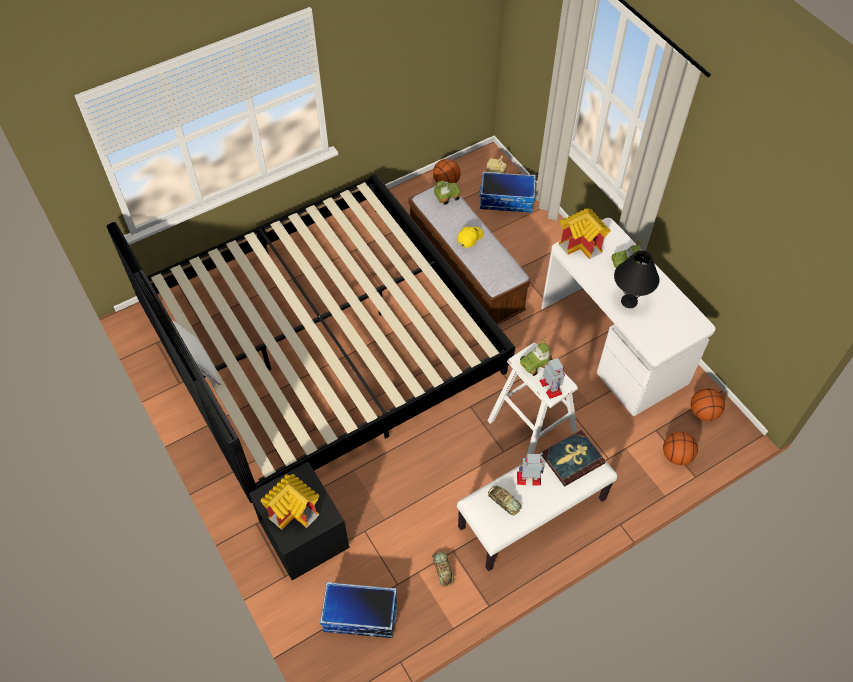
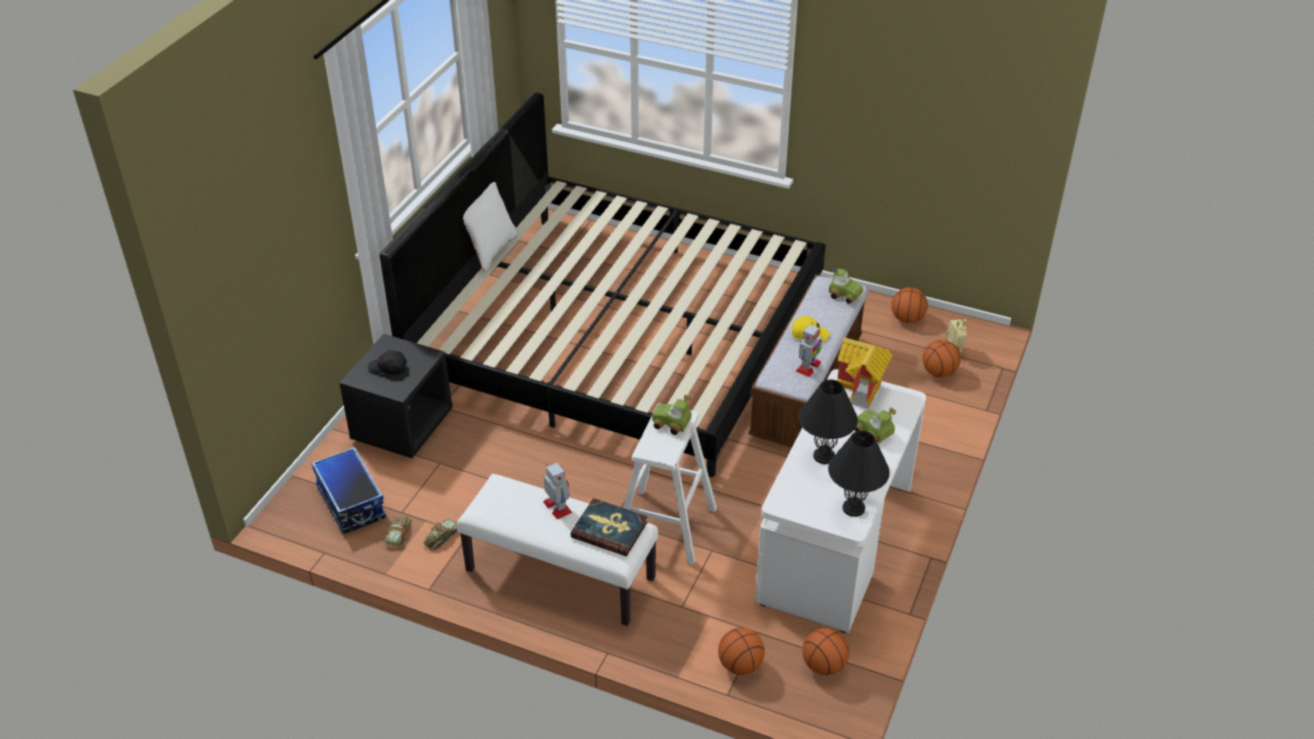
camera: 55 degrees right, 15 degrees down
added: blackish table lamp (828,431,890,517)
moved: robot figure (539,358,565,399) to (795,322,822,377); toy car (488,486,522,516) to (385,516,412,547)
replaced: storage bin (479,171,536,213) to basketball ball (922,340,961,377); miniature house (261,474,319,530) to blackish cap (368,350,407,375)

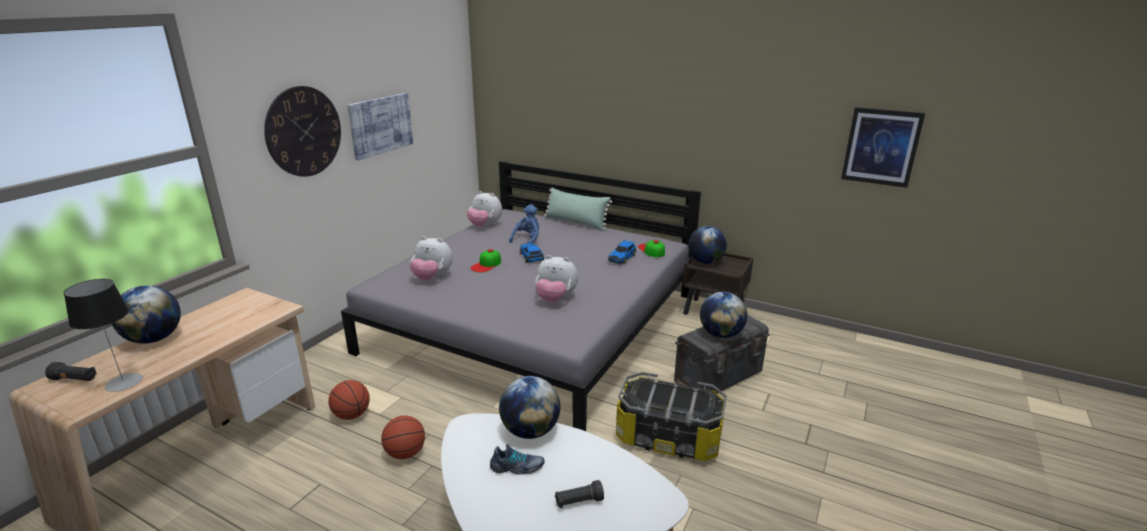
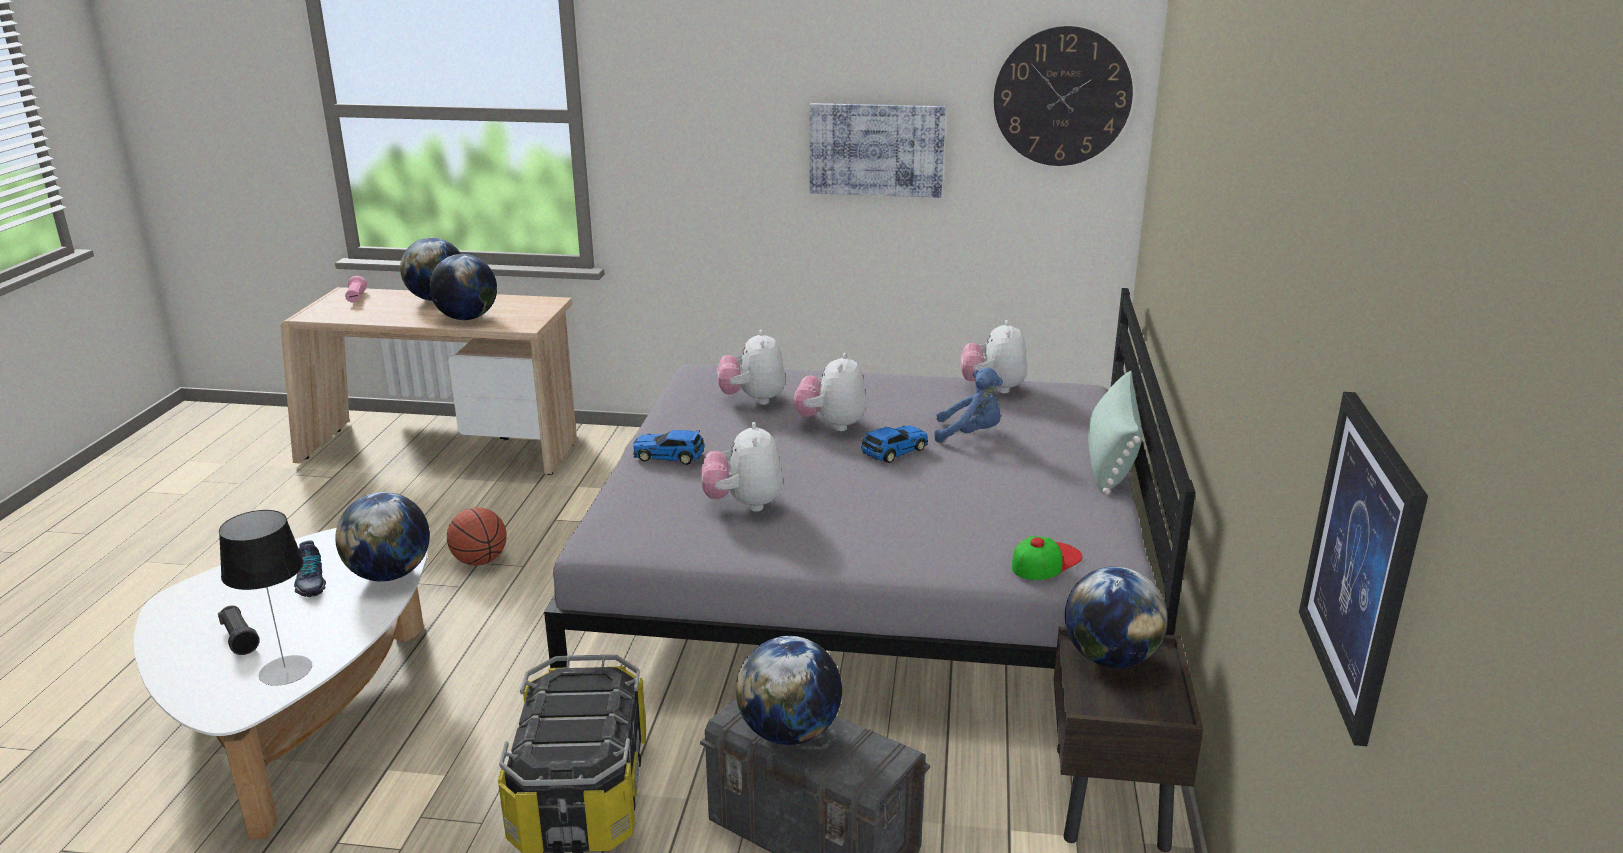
camera: 70 degrees right, 0 degrees up
removed: basketball ball (328,380,370,420)
added: world globe (429,254,497,320)
moved: hanging clock (264,86,341,177) to (994,26,1133,166); toy car (608,240,636,264) to (633,430,705,465); table lamp (64,279,143,392) to (219,510,312,686)
replaced: cap (471,249,501,272) to plush toy (794,353,866,431)
recoloured: blackish flashlight (45,362,97,381) to pink-coloured flashlight (345,276,367,302)

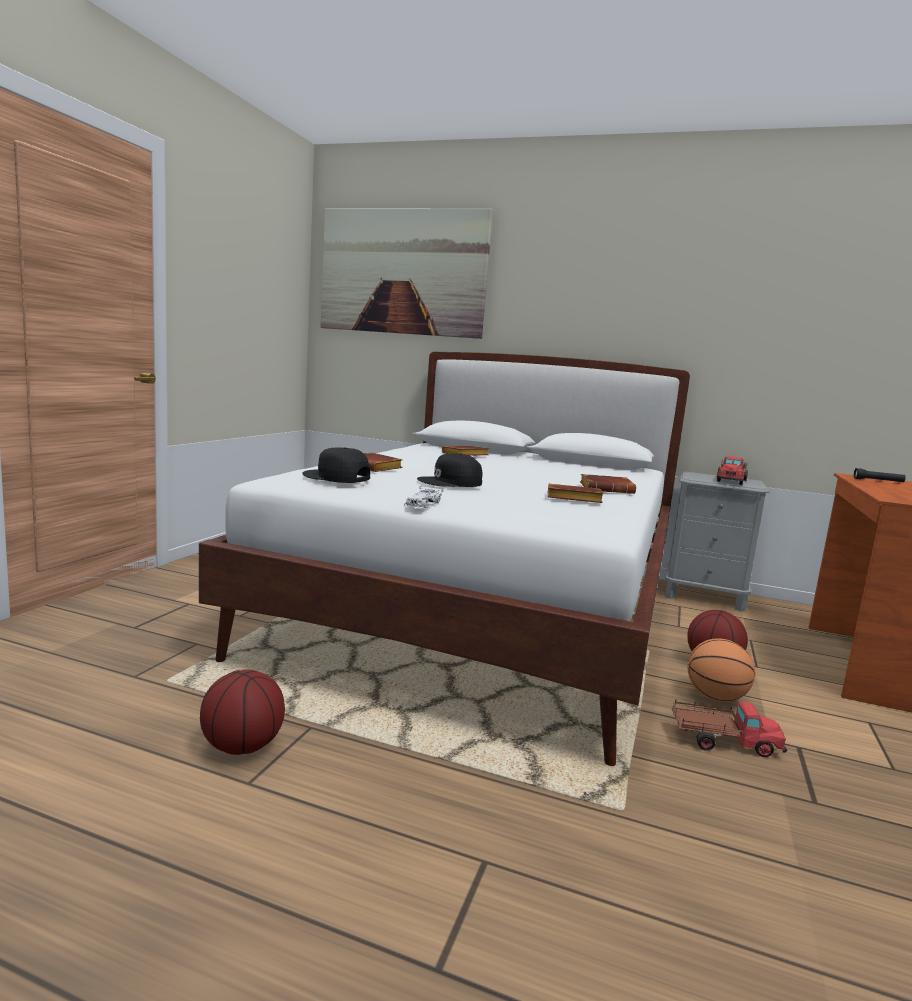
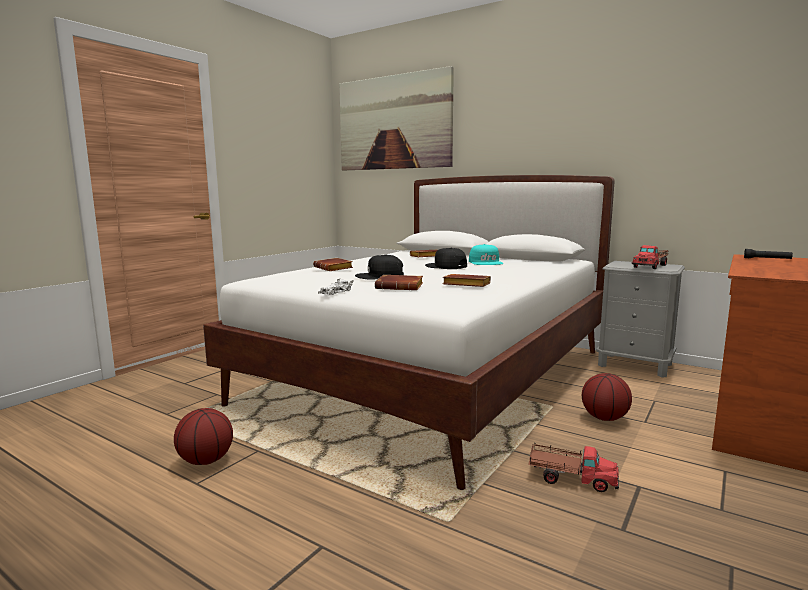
camera: 15 degrees right, 0 degrees up
removed: basketball ball (687,638,755,702)
added: turquoise-coloured cap (469,244,503,265)
moved: blackish cap (302,447,370,483) to (425,248,467,269); brownish volume (580,474,636,494) to (375,275,423,290)

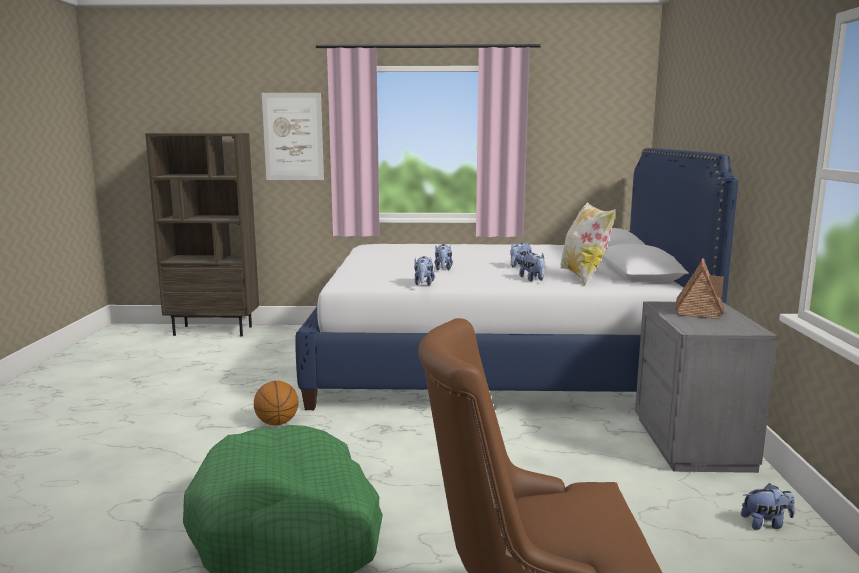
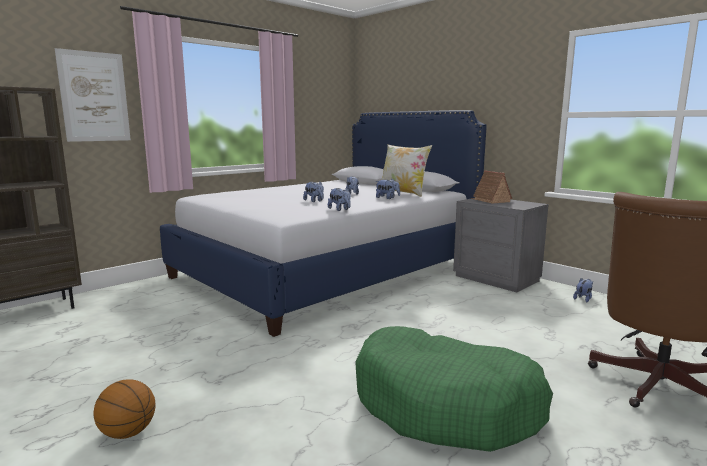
camera: 45 degrees left, 0 degrees up
moved: basketball ball (254,381,299,426) to (93,379,156,439)

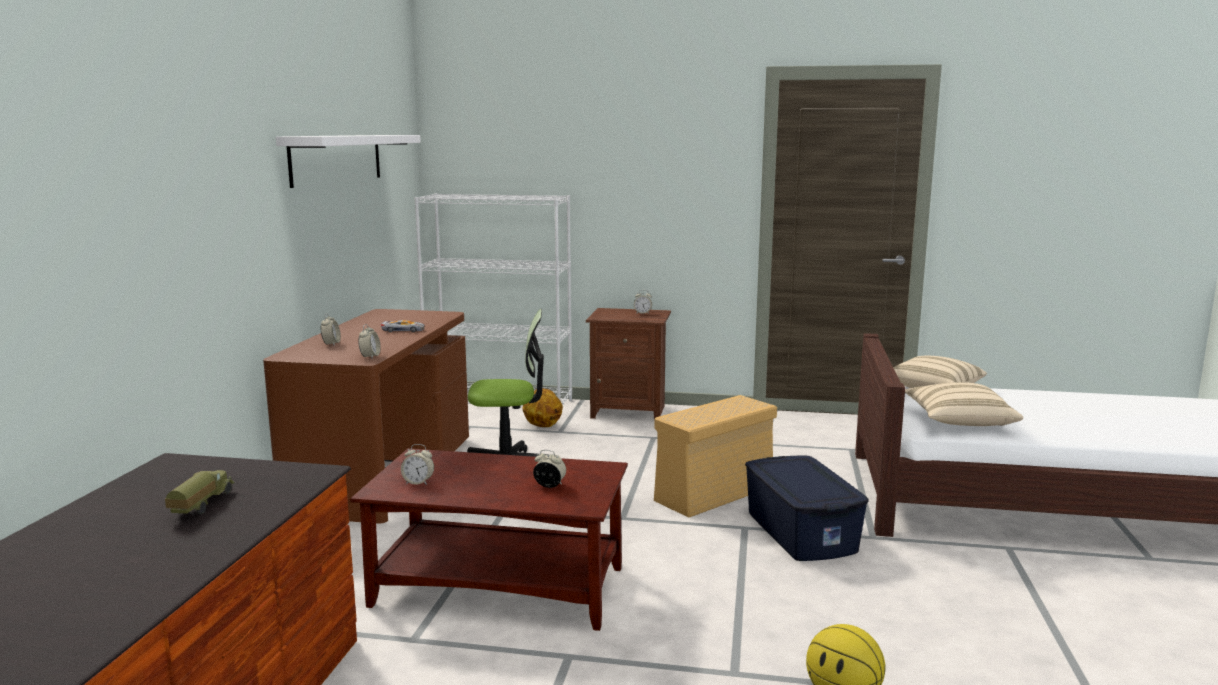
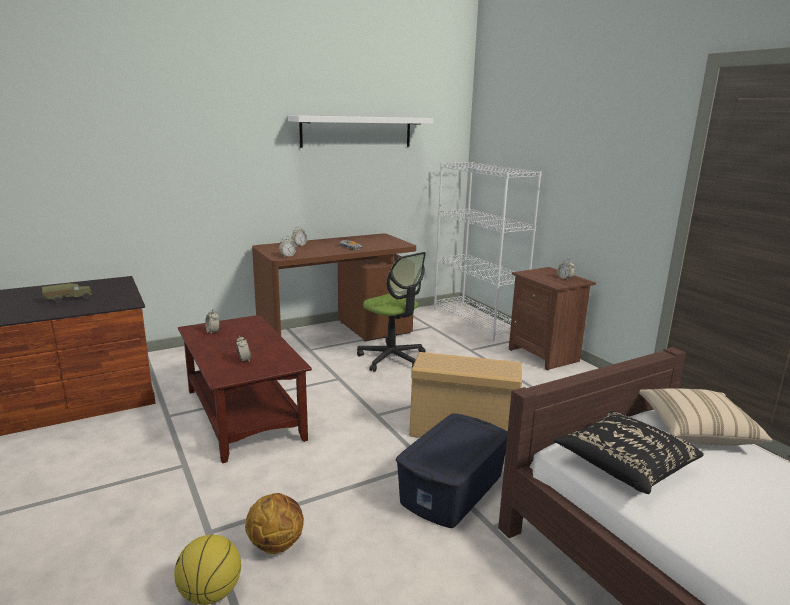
camera: 50 degrees right, 5 degrees up
moved: basketball ball (522,388,563,427) to (245,493,304,554)
recoloured: beige pillow (905,382,1023,426) to blackish pillow (554,411,704,494)

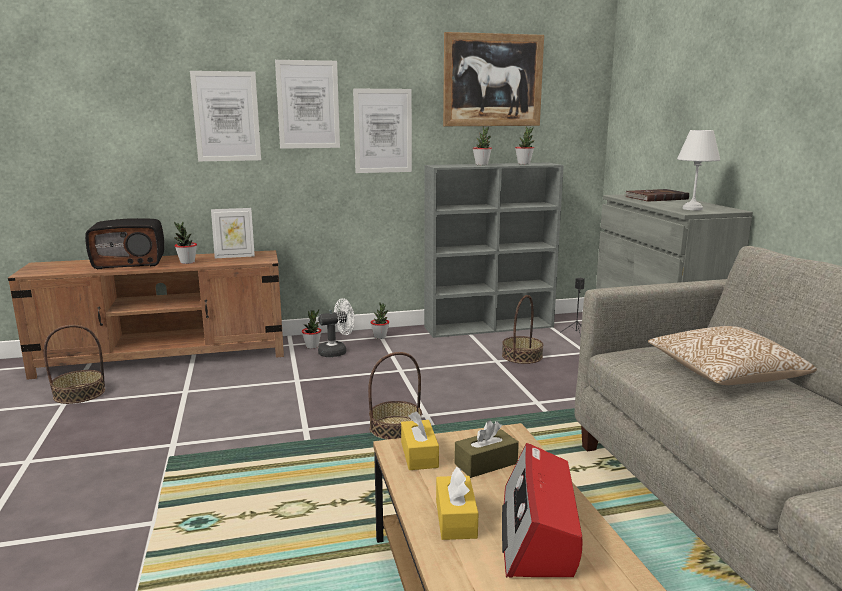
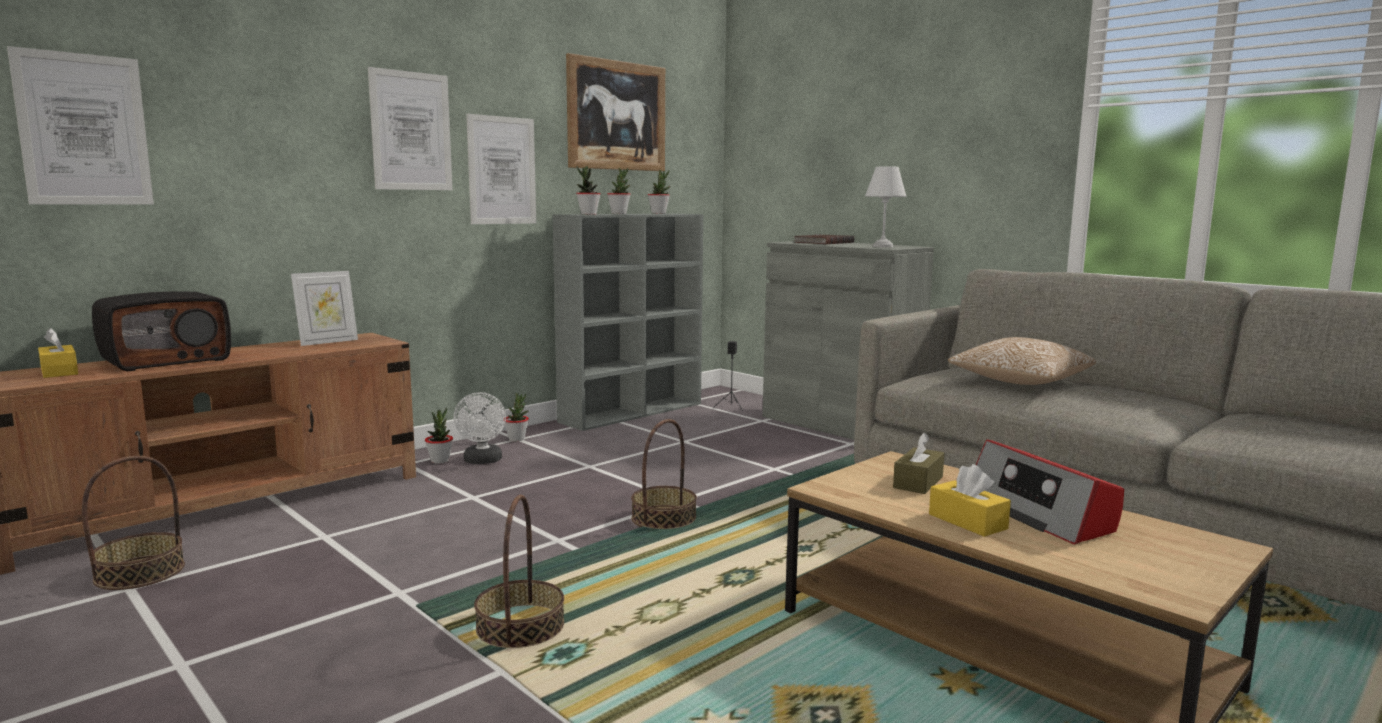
camera: 30 degrees left, 5 degrees down
moved: picture (190,71,261,161) to (7,46,154,205); houseplant (174,221,197,264) to (576,166,601,215); household basket (502,295,543,364) to (474,495,564,648); yellow-coloured box of tissues (401,411,439,470) to (38,328,78,378)
turned: white-coloured fan (318,298,355,357) = (454,392,506,464) 135 degrees clockwise

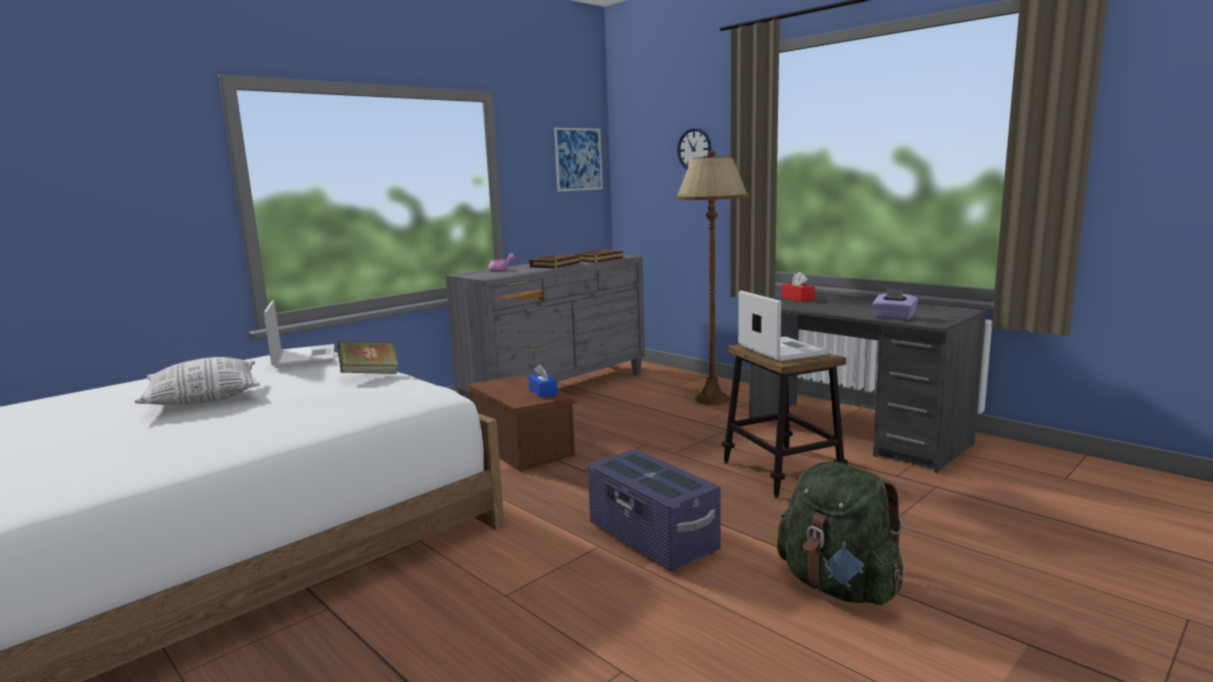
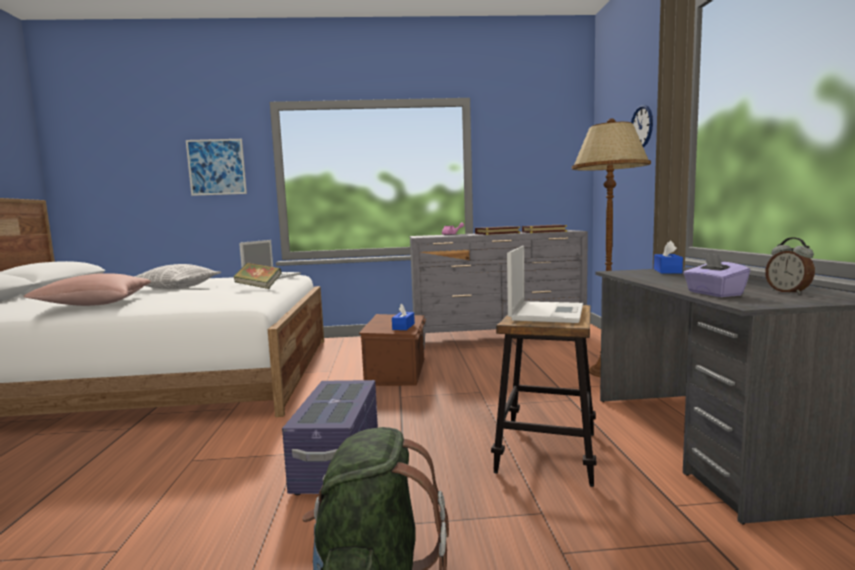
camera: 40 degrees right, 5 degrees down
added: table clock (765,237,815,294); pink-coloured pillow (24,273,151,306)
moved: picture (554,128,603,192) to (186,139,247,196)
recoloured: reddish box of tissues (781,272,815,302) to blue box of tissues (654,240,683,274)

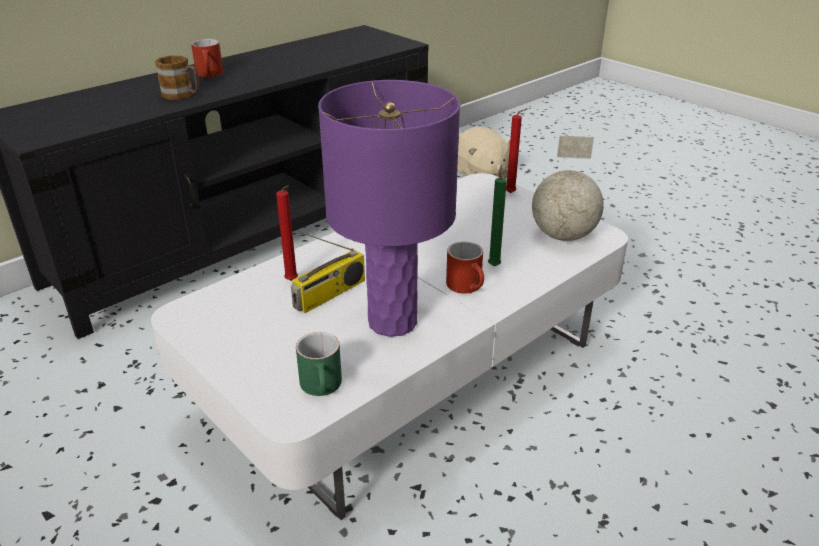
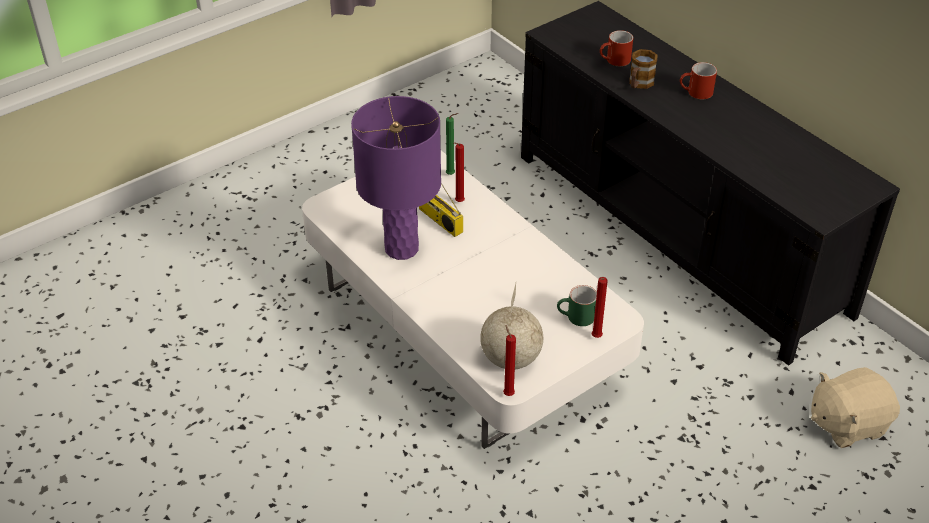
camera: 95 degrees right, 10 degrees up
added: reddish wax light (503,325,516,396)
moved: green wax light (488,165,507,266) to (446,113,458,175); reddish coffee mug (446,242,484,294) to (600,30,633,66); green coffee mug (296,332,342,396) to (557,285,597,326)

